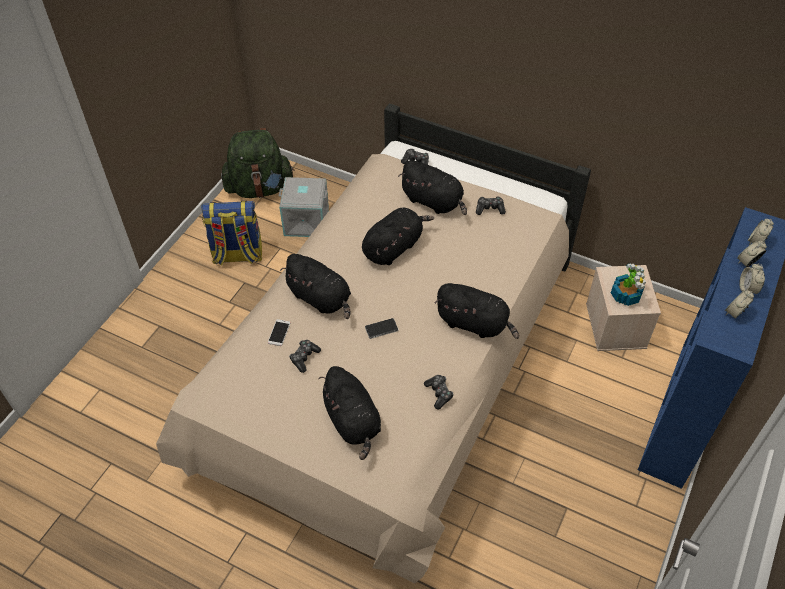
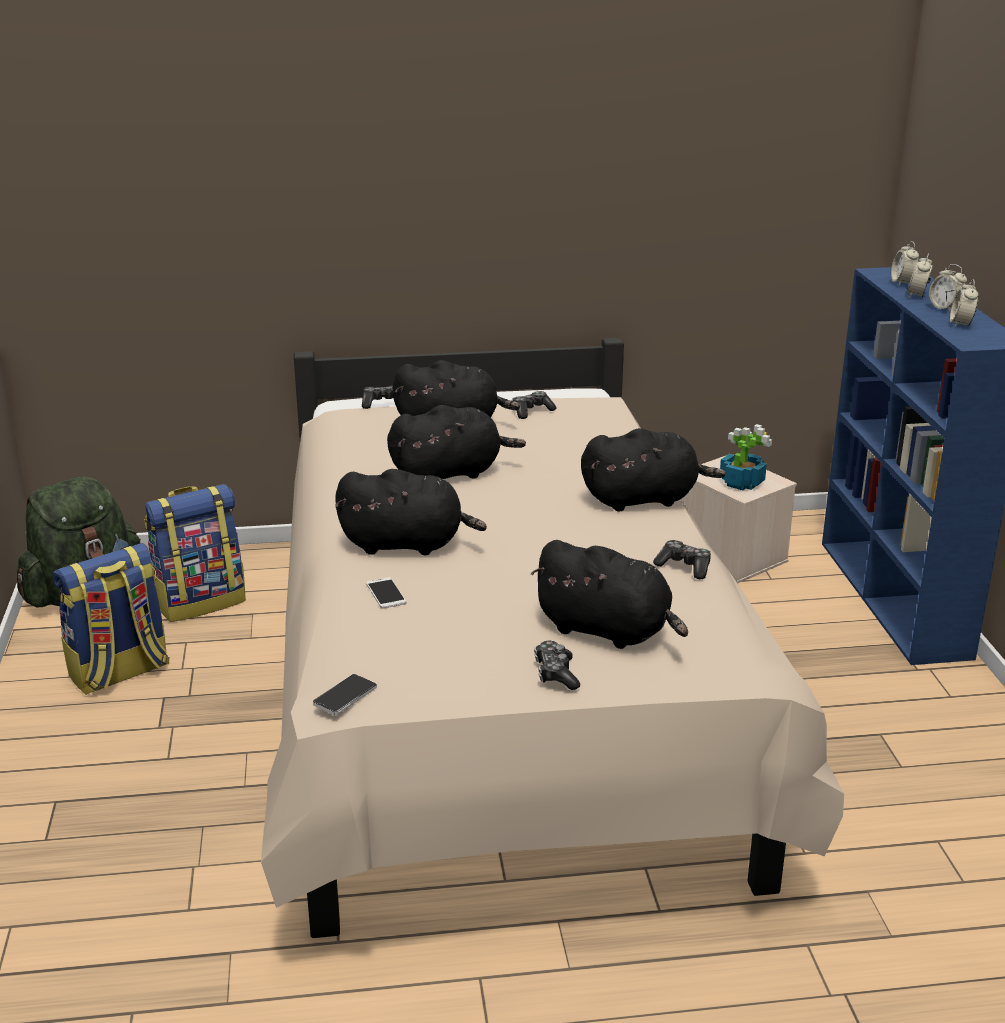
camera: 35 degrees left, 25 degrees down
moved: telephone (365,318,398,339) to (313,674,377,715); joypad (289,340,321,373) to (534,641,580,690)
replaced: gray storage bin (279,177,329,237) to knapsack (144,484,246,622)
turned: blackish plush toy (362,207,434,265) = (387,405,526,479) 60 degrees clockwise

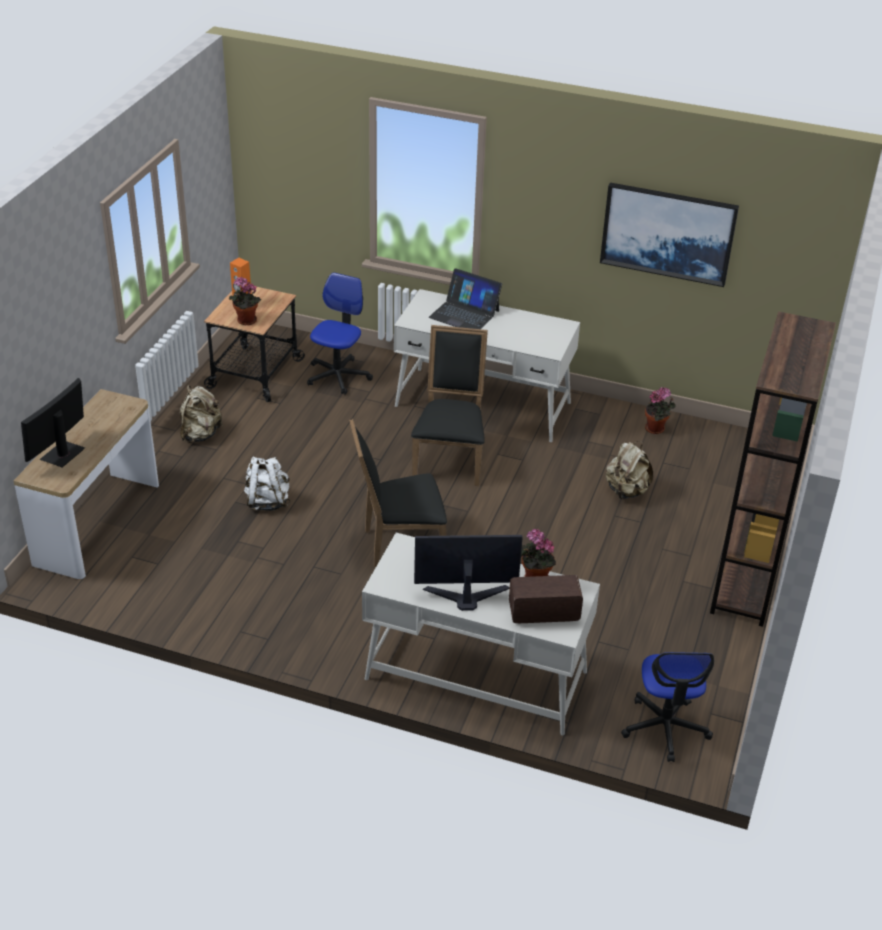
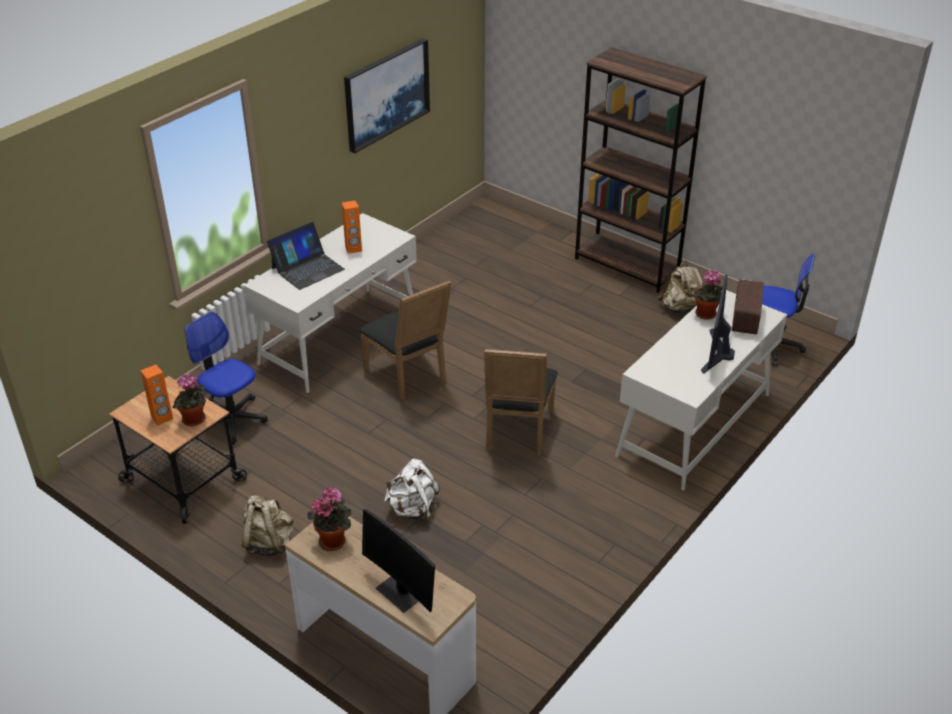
camera: 70 degrees left, 0 degrees up
added: orangey audio speaker (342,201,362,254)
moved: houseplant (645,387,676,434) to (307,487,351,551); beige knapsack (606,441,653,499) to (658,260,703,313)
turned: blackish plain chair (411,325,488,486) = (360,280,452,400) 150 degrees counterclockwise

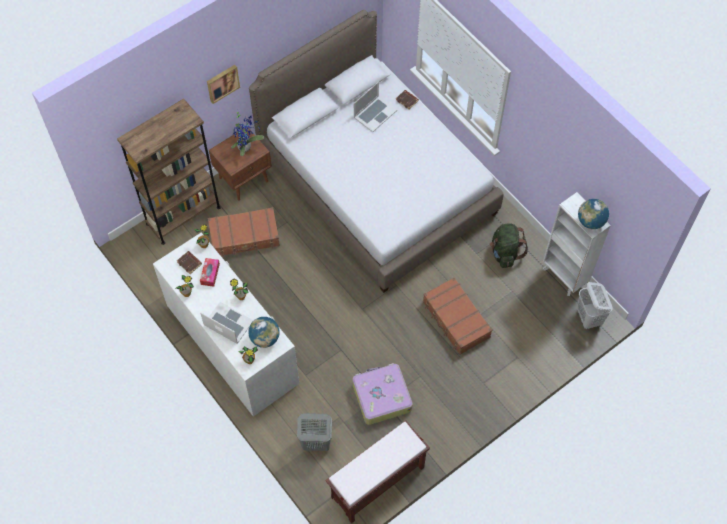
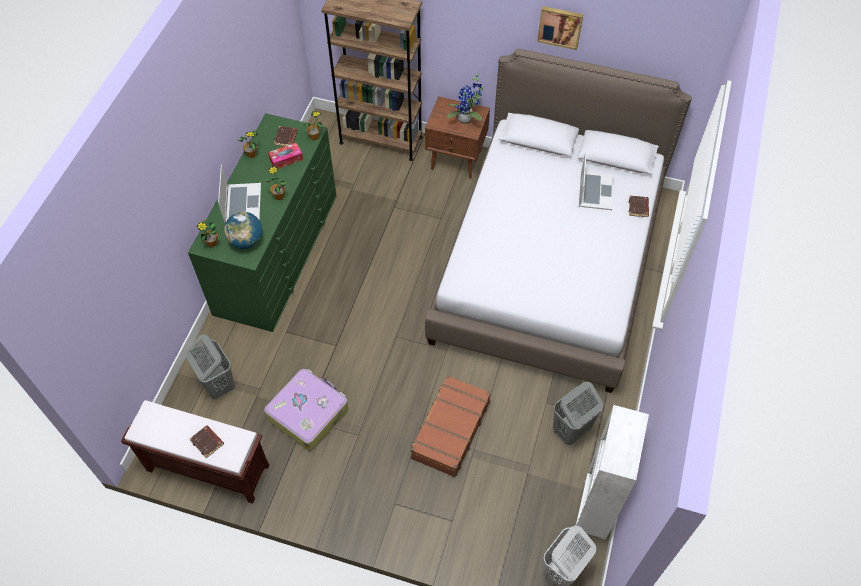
camera: 55 degrees right, 5 degrees down
removed: world globe (578,199,609,229); brownish piece of luggage (208,207,280,257)
added: brownish volume (190,425,224,458)
moved: picture (207,65,240,104) to (537,6,583,50)
replaced: green knapsack (490,223,528,268) to gray hamper (553,382,603,445)
recoloured: white-coloured dresser (153,233,299,416) to green dresser (188,113,337,332)
turned: portable computer (354,82,397,132) = (579,151,614,210) 90 degrees counterclockwise

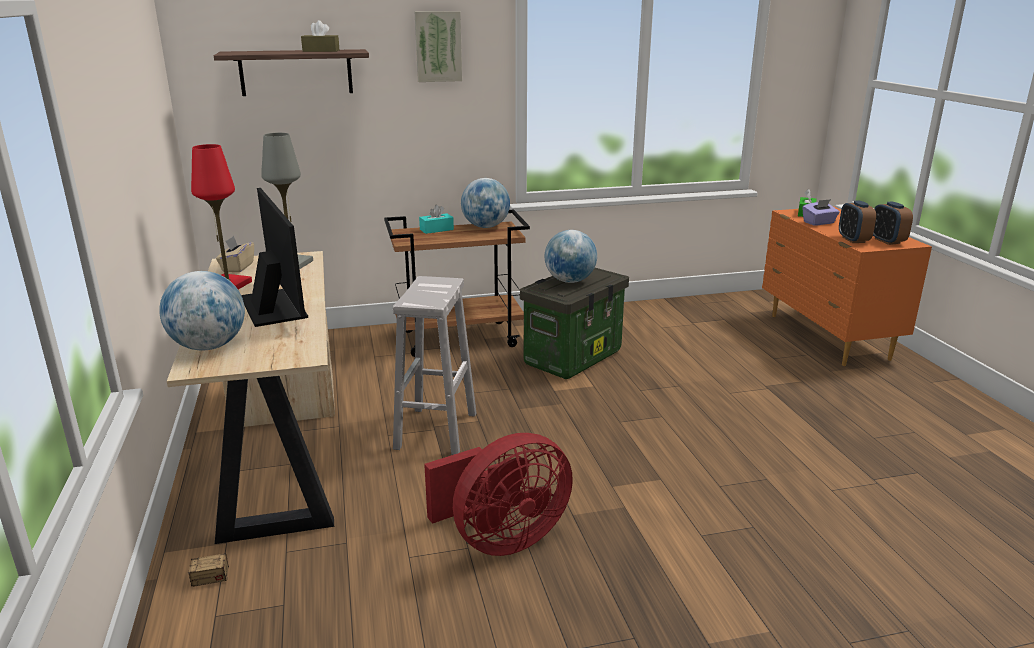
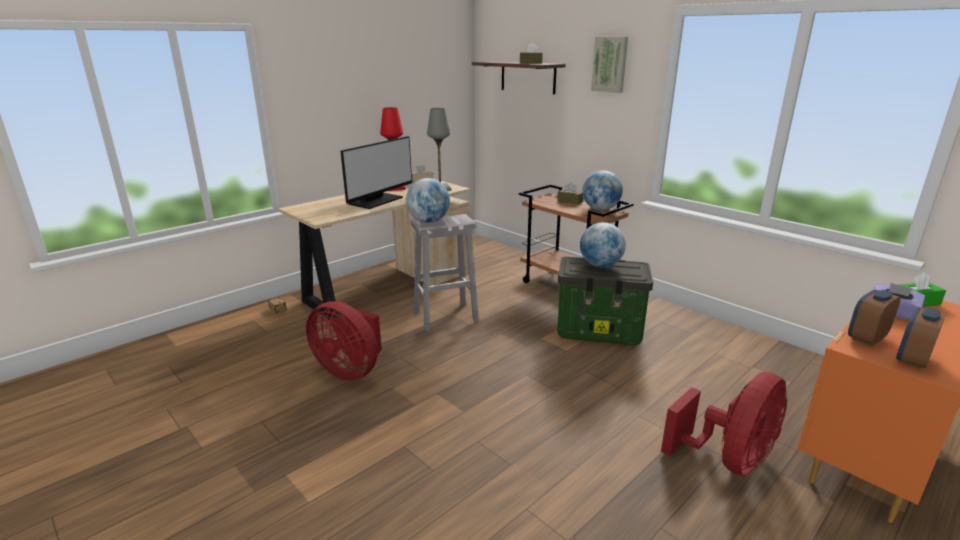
camera: 60 degrees right, 0 degrees up
added: reddish fan (661,372,787,476)
moved: world globe (159,271,245,350) to (406,178,450,223)
recoloured: turquoise-coloured box of tissues (419,205,454,234) to brownish box of tissues (557,182,583,205)

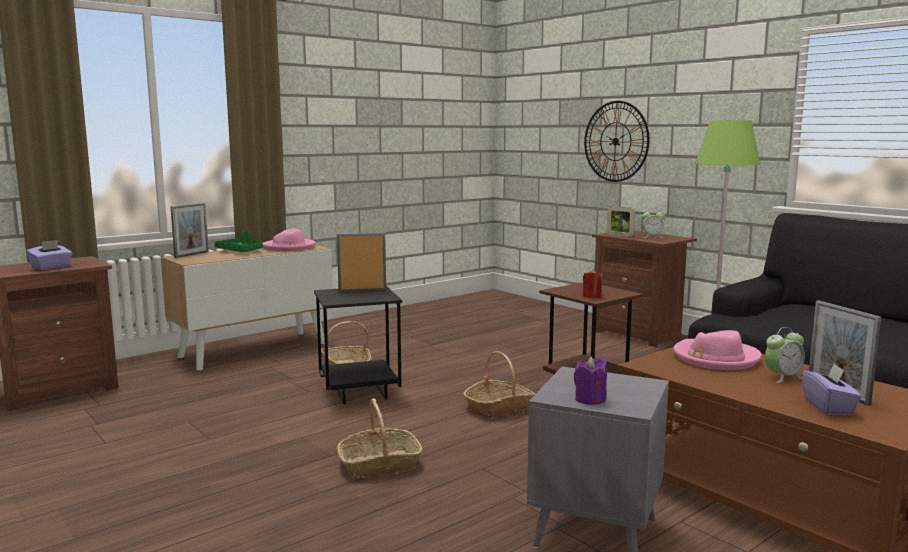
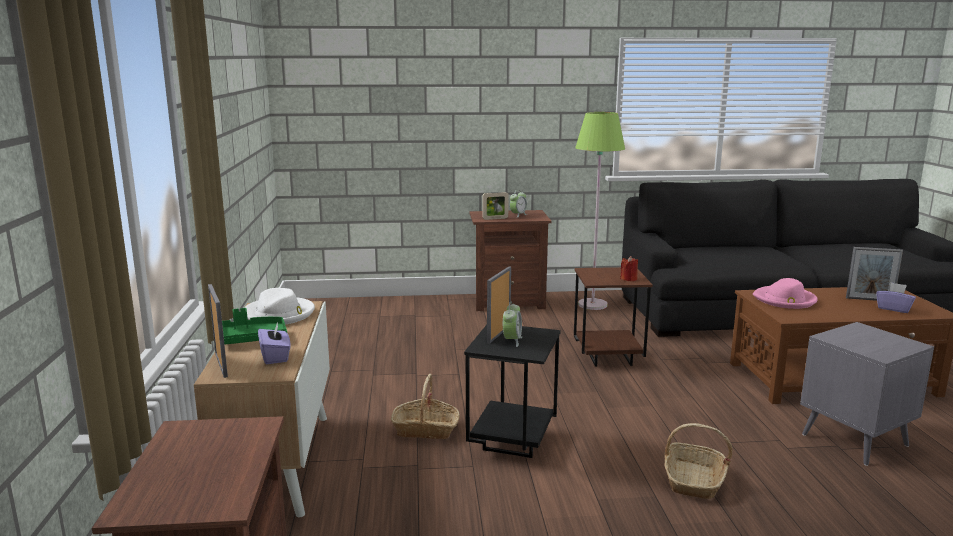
camera: 55 degrees left, 5 degrees up
removed: hanging clock (584,101,649,182); household basket (463,351,535,418); purplish wax light (574,357,607,405)
moved: purplish box of tissues (26,240,72,270) to (258,321,291,364); table clock (765,327,805,383) to (503,301,522,347)
recoloured: pink-coloured clothing hat (263,229,316,251) to white-coloured clothing hat (245,288,315,324)

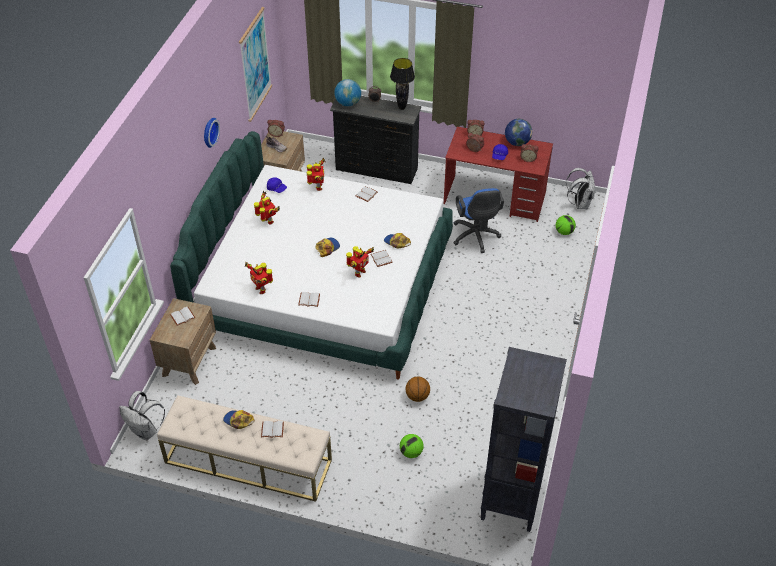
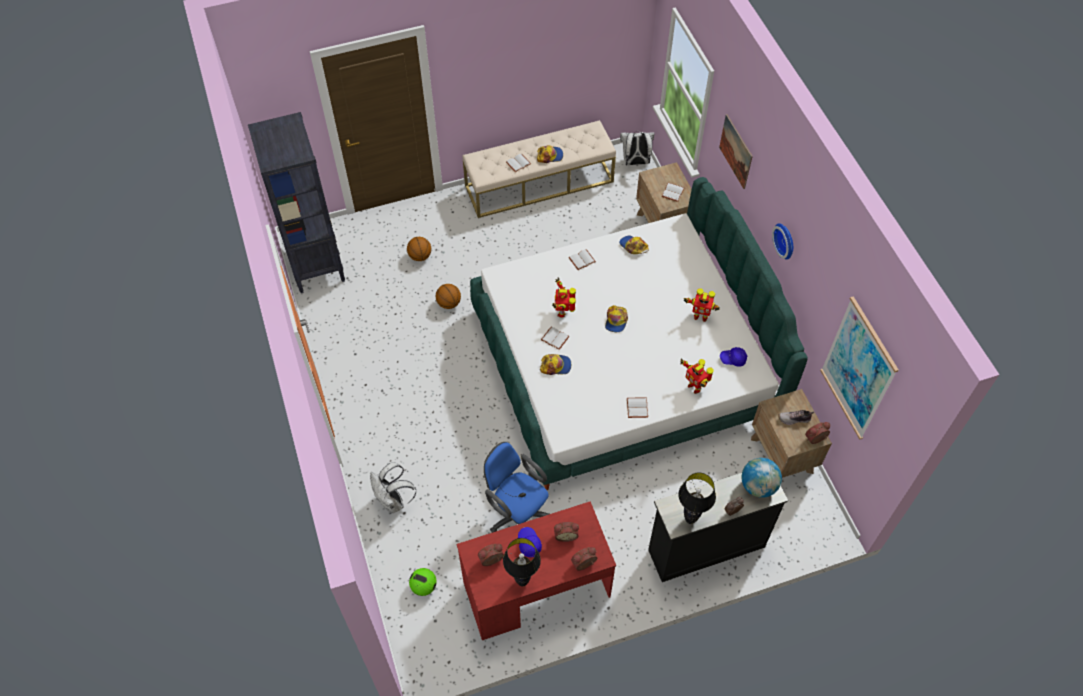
camera: 145 degrees right, 10 degrees up
added: picture (719,114,753,189)
moved: white-coloured knapsack (566,168,595,209) to (370,462,416,514)
replaced: world globe (505,119,532,146) to blackish table lamp (503,538,541,586); robot figure (245,262,273,294) to cap (619,236,649,254); ball for football (400,434,424,458) to basketball ball (407,237,431,261)

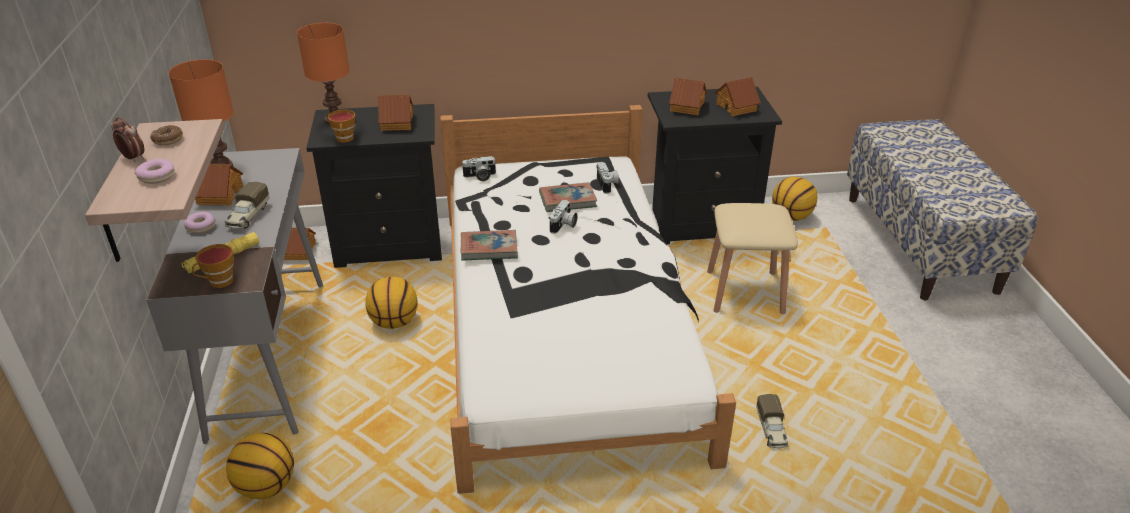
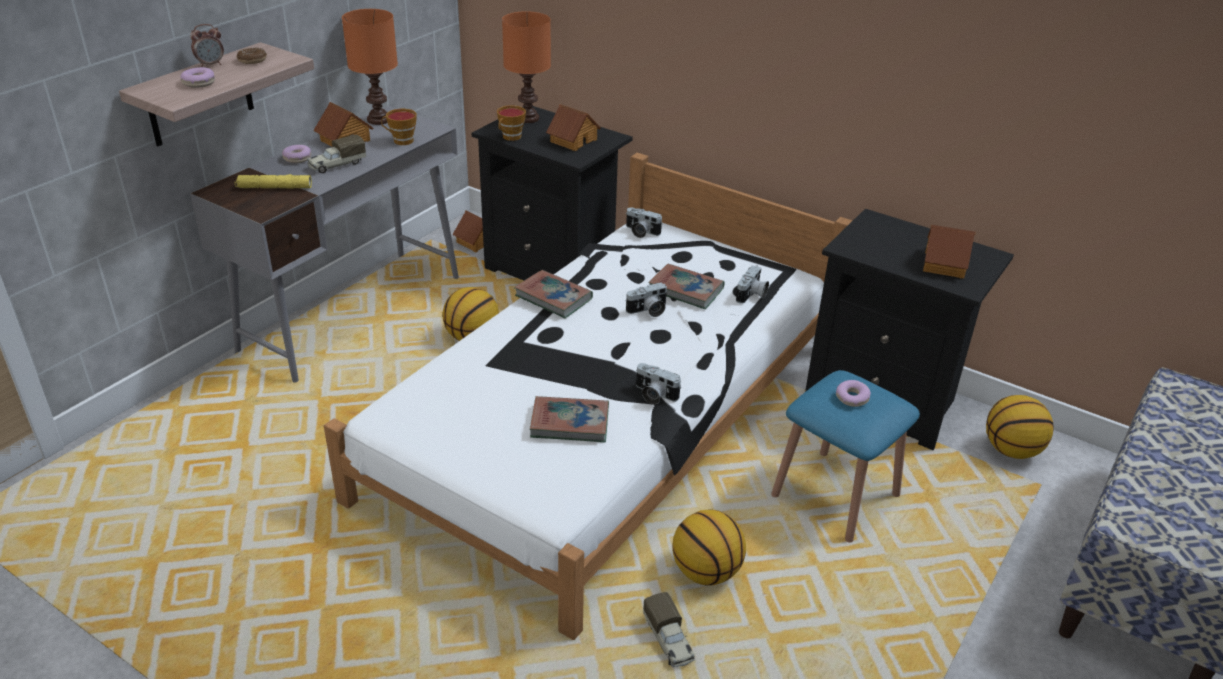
camera: 40 degrees right, 0 degrees up
removed: miniature house (669,77,707,115)
added: still camera (636,363,681,404); donut (836,380,871,407); volume (530,396,609,442)
moved: drinking cup (192,244,234,288) to (381,109,417,145); basketball ball (226,432,294,499) to (672,509,746,586)
recoloured: beige stool (707,203,798,314) to blue stool (771,370,920,543)
turned: table clock (111,117,144,162) = (190,24,224,67) 75 degrees clockwise; toy lorry (756,394,788,449) = (643,592,695,667) 60 degrees counterclockwise

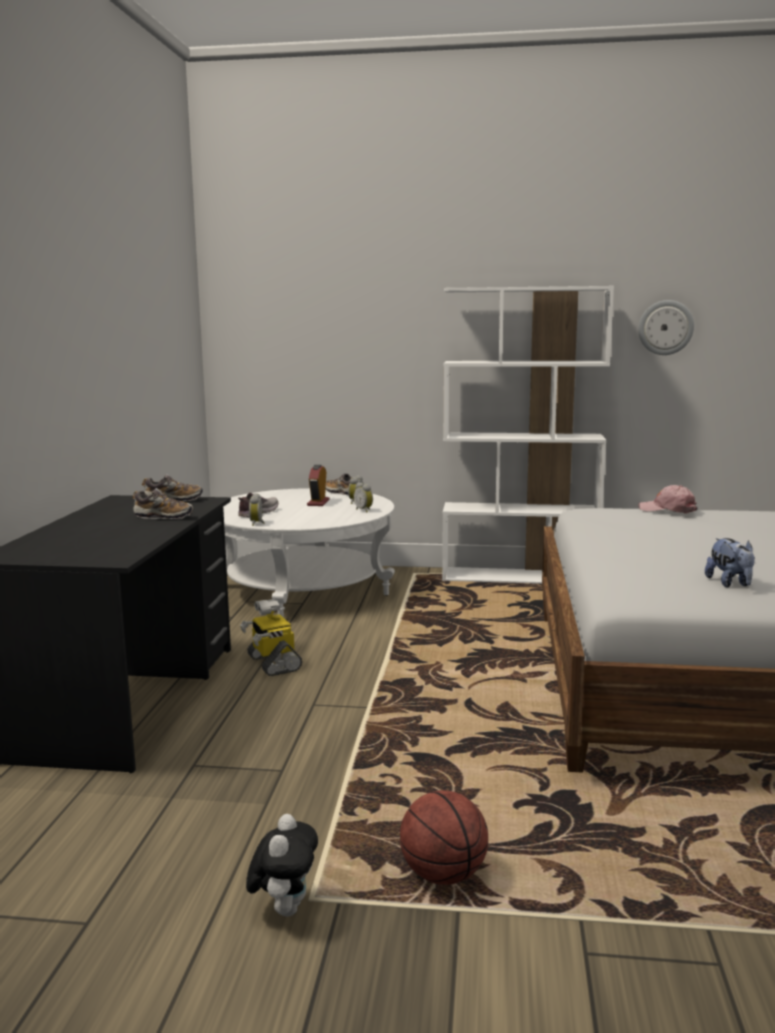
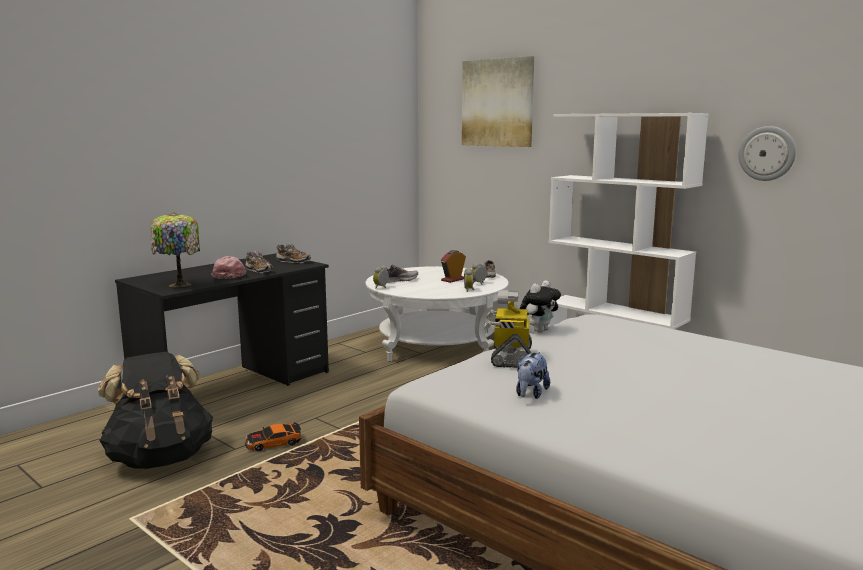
camera: 35 degrees right, 0 degrees up
removed: basketball ball (400,790,488,885)
added: picture (462,56,534,147); table lamp (150,212,200,287); blackish knapsack (98,352,213,469); toy car (245,422,302,451)
moved: pink-coloured cap (638,485,697,513) to (212,256,246,279); robot figure (240,599,302,676) to (484,290,532,368); plush toy (246,814,318,917) to (520,280,561,332)

